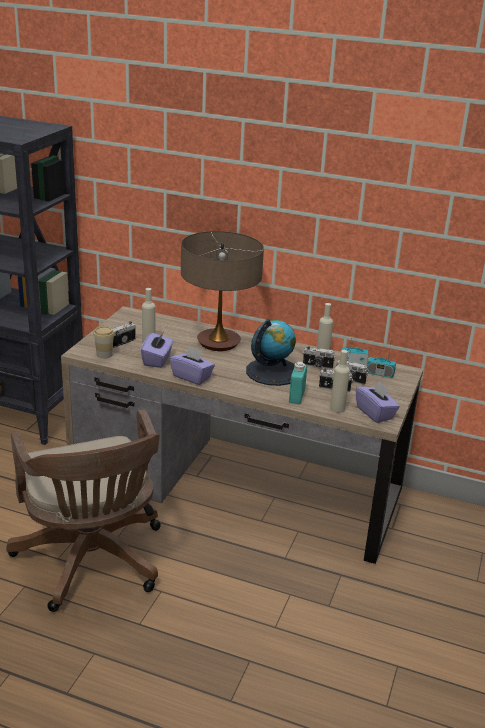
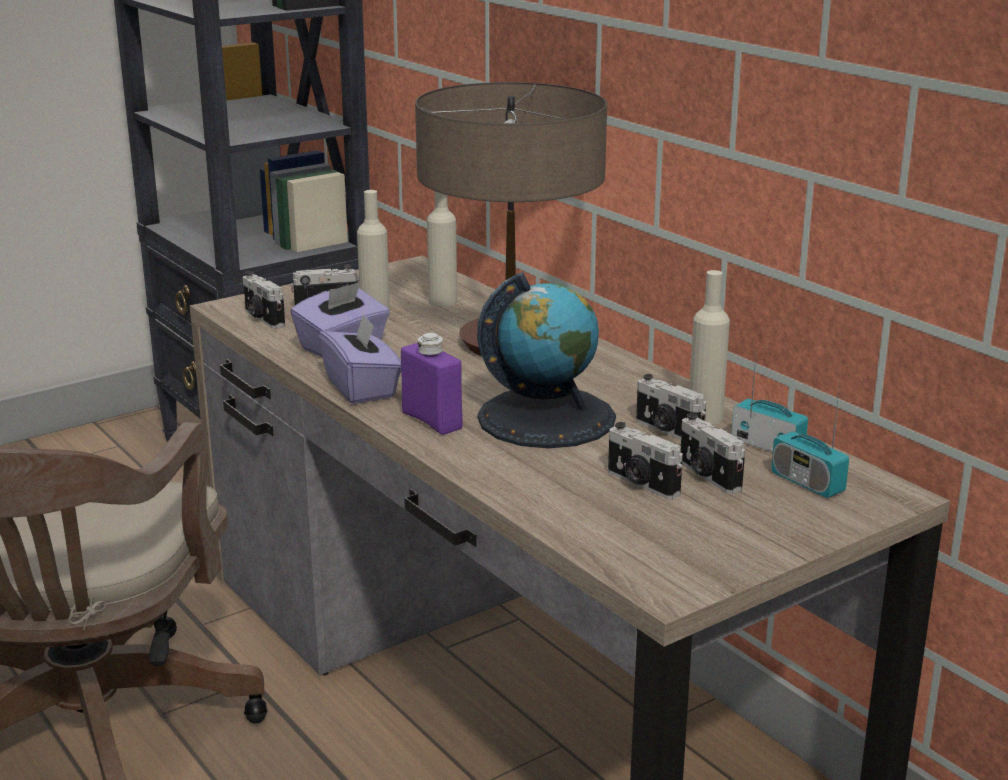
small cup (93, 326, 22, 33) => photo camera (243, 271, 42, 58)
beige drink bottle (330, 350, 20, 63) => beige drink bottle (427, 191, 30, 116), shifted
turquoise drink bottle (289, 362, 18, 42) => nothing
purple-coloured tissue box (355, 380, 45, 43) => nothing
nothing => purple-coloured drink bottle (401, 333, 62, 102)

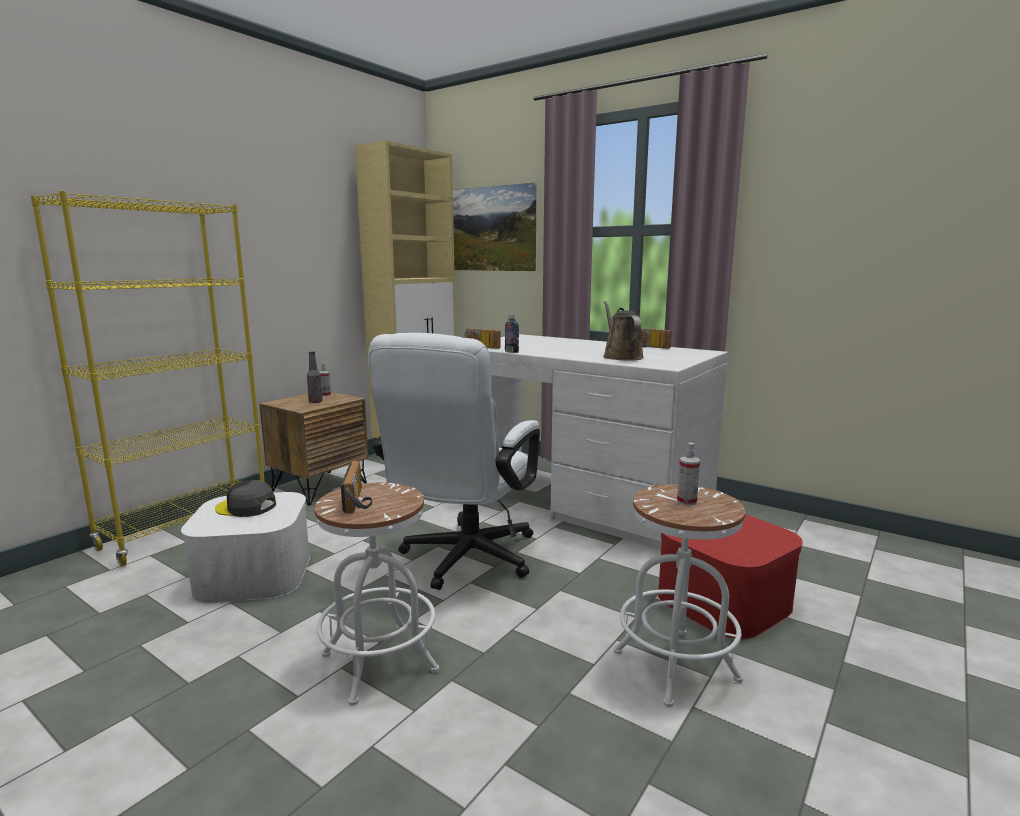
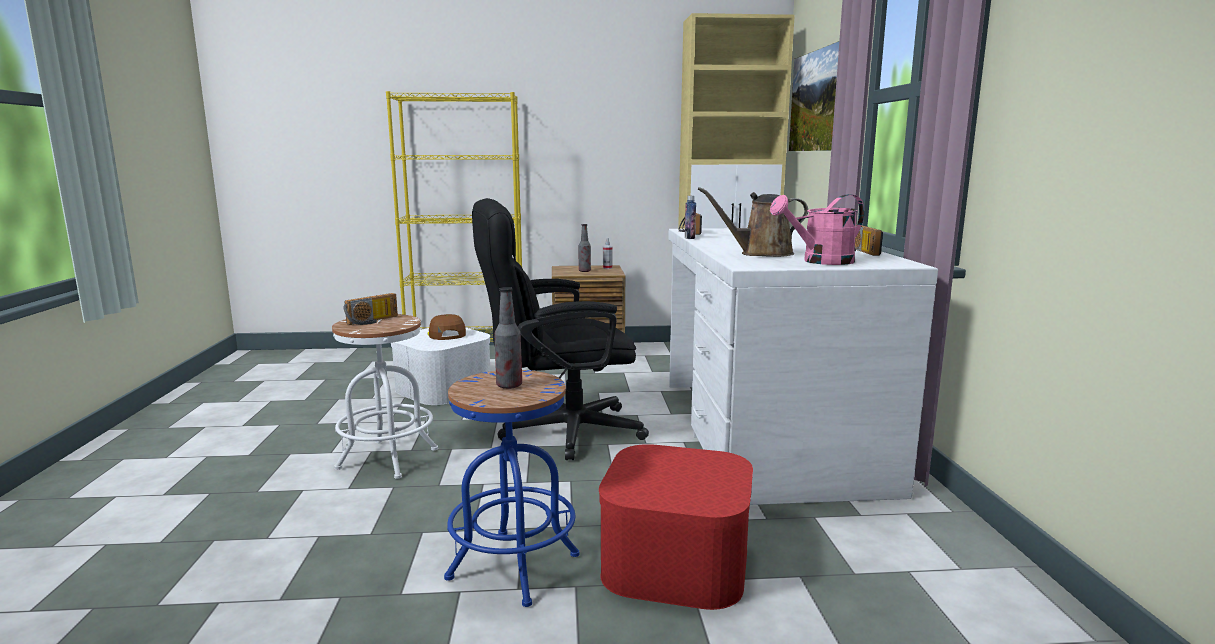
brown-coloured sprinkling can (603, 301, 41, 60) => brown-coloured sprinkling can (698, 187, 110, 70), 135 degrees counterclockwise
white office chair (368, 333, 172, 257) => black-coloured office chair (472, 198, 177, 262)
spray bottle (677, 443, 23, 63) => drink bottle (494, 287, 28, 102)
gray baseball cap (215, 480, 61, 37) => brown-coloured baseball cap (427, 314, 39, 26)
white sitting stool (613, 484, 132, 224) => blue-coloured sitting stool (444, 370, 136, 237)
nothing => pinkish sprinkling can (770, 194, 94, 71)

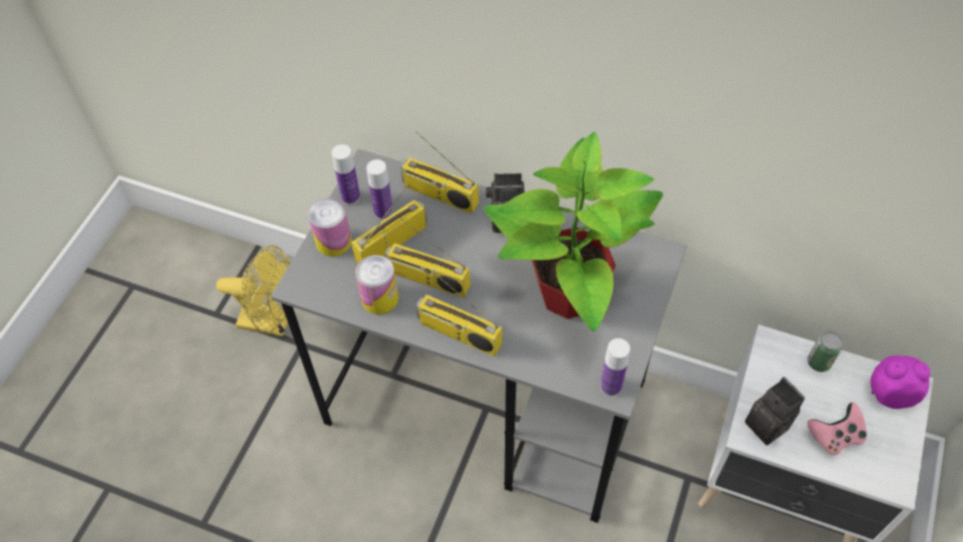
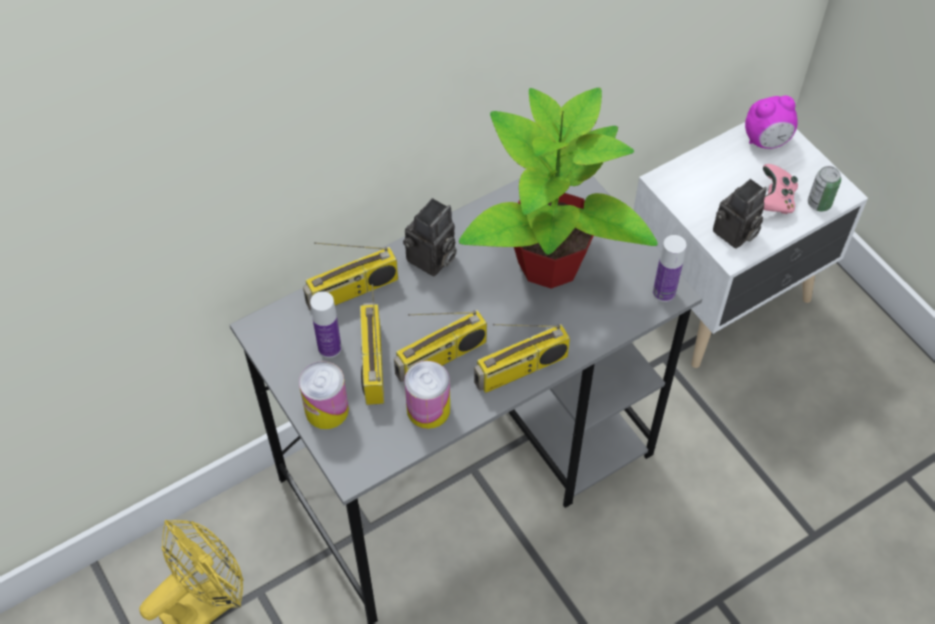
drink bottle (332, 144, 28, 61) => nothing
sealed can (807, 331, 36, 41) => sealed can (808, 166, 33, 45), shifted
bedside clock (871, 355, 60, 54) => bedside clock (745, 95, 52, 54), 150 degrees counterclockwise
photo camera (745, 377, 60, 68) => photo camera (713, 179, 54, 69), 135 degrees clockwise

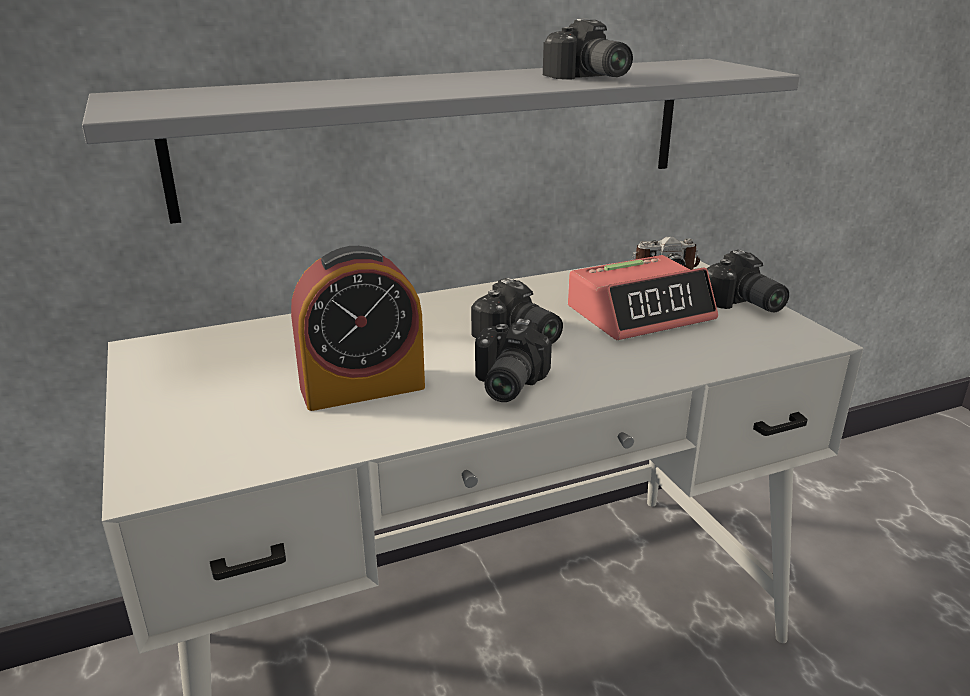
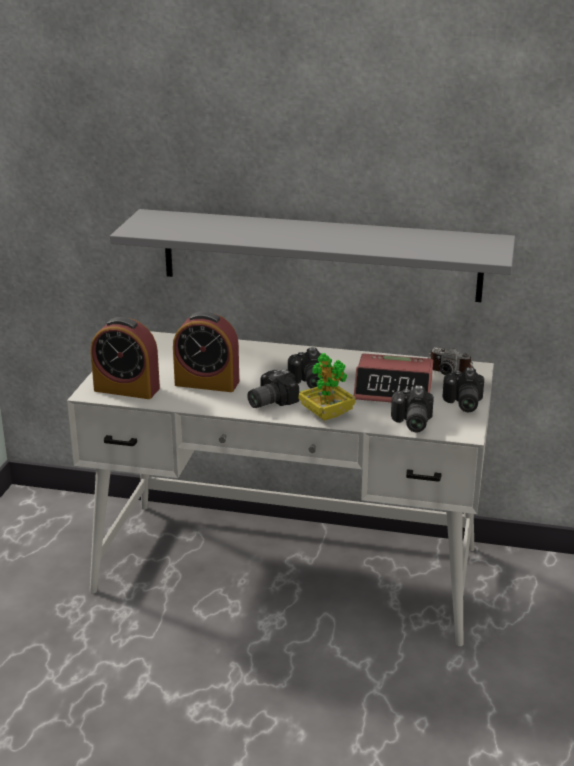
photo camera (543, 18, 90, 62) => photo camera (391, 385, 43, 47), shifted
nothing => bedside clock (91, 317, 69, 82)
nothing => houseplant (299, 353, 57, 68)

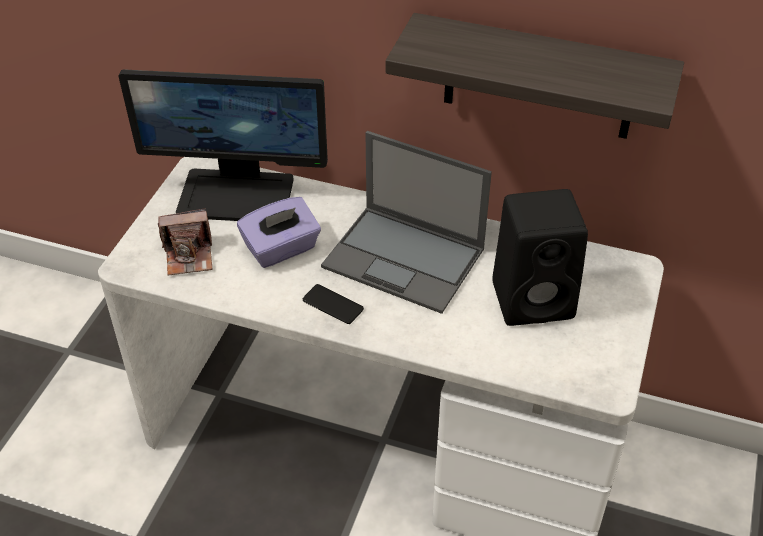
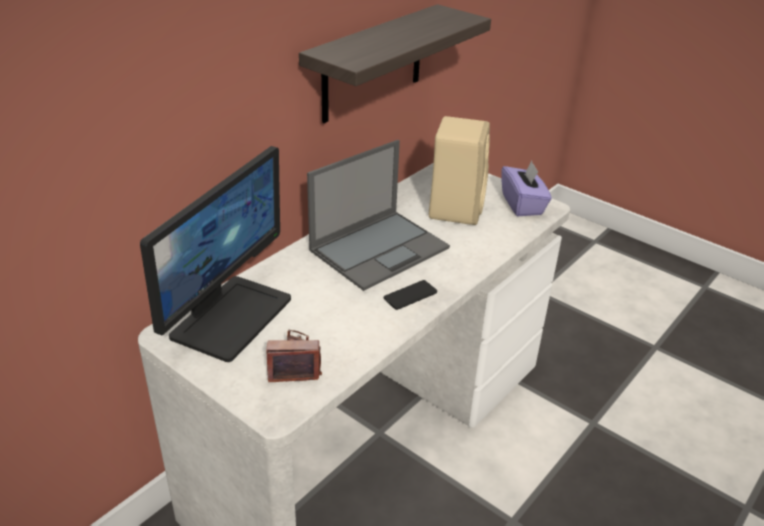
black-coloured loudspeaker (492, 189, 96, 137) => beige loudspeaker (429, 116, 61, 109)
purple-coloured tissue box (237, 197, 84, 71) => purple-coloured tissue box (502, 161, 50, 55), shifted
photo camera (158, 209, 54, 66) => photo camera (266, 330, 56, 52), 105 degrees counterclockwise

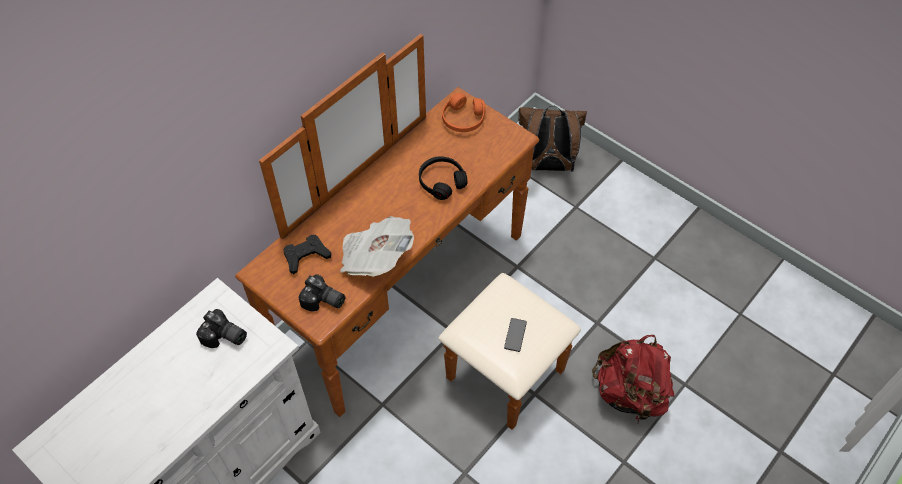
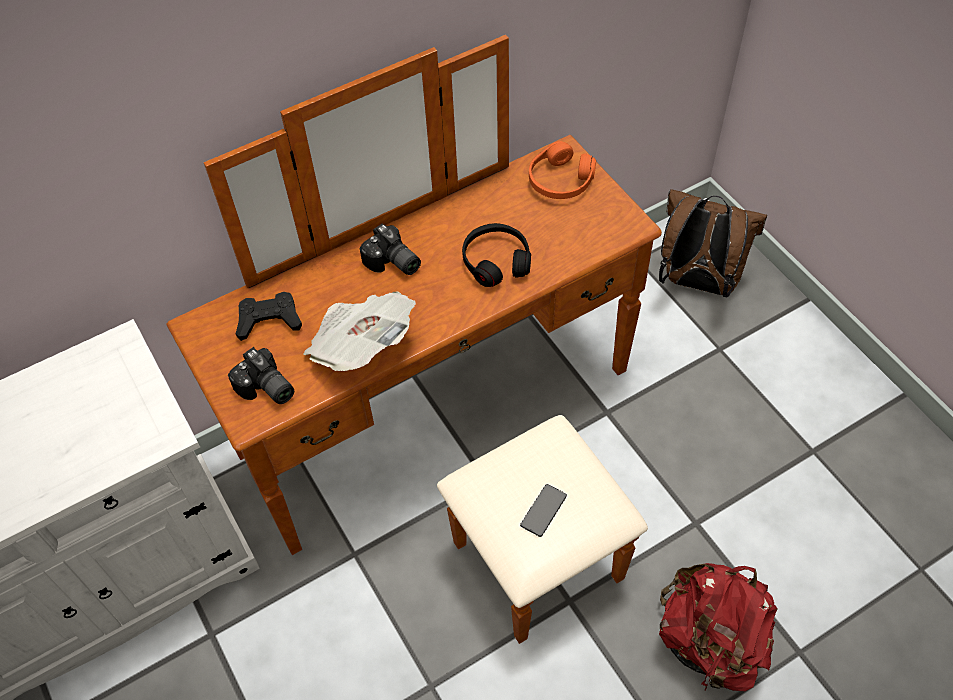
photo camera (196, 309, 51, 39) => photo camera (360, 223, 61, 52), shifted

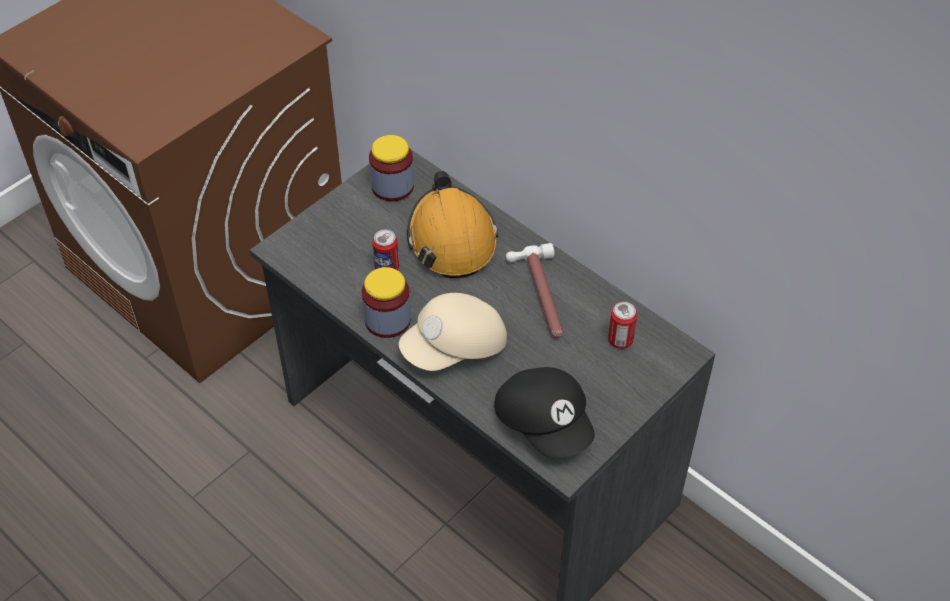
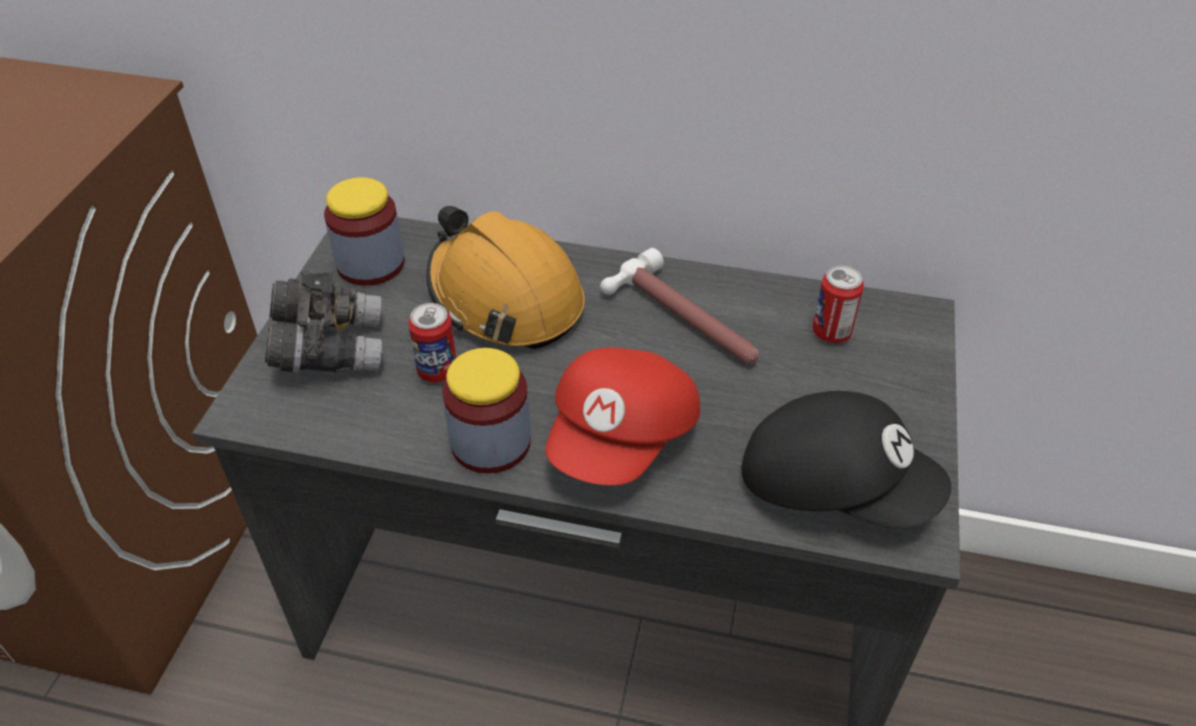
beige baseball cap (399, 293, 108, 78) => red-coloured baseball cap (545, 347, 155, 138)
nothing => gray binoculars (265, 270, 117, 103)

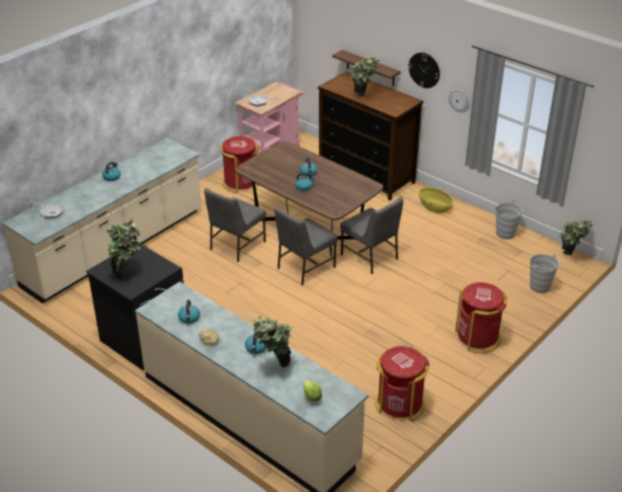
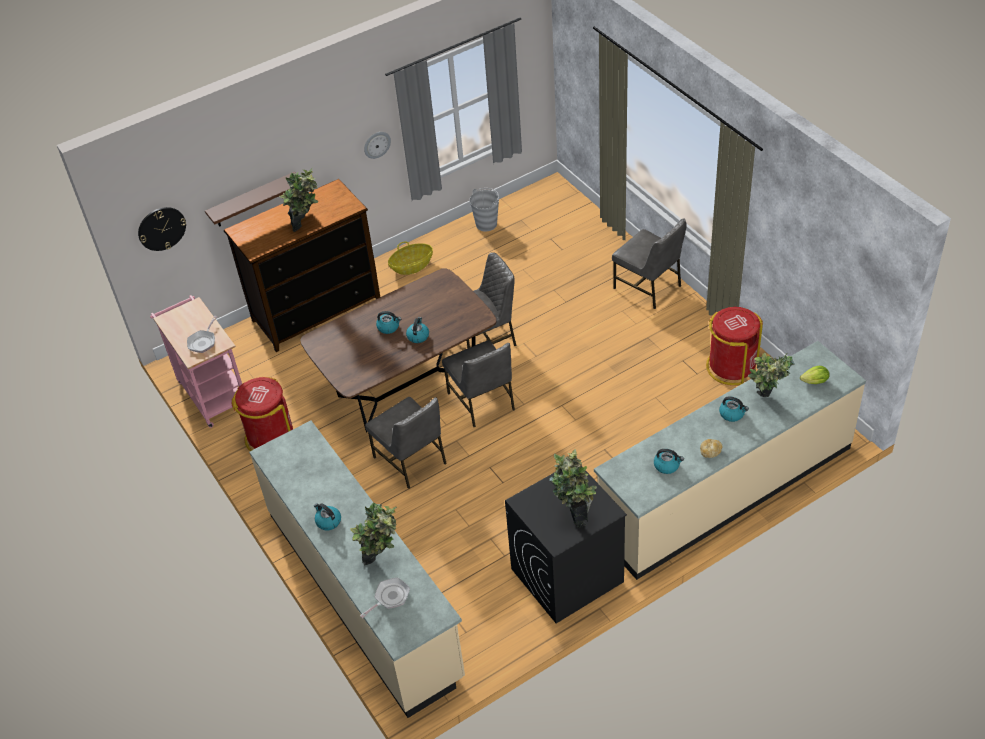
clock on the wall (408, 52, 32, 36) => clock on the wall (138, 207, 48, 44), shifted
houseplant (560, 220, 33, 35) => houseplant (350, 502, 47, 63), shifted
gray pail (530, 254, 29, 39) => nothing
red-coloured waste bin (455, 282, 52, 71) => gray plain chair (612, 218, 75, 91)

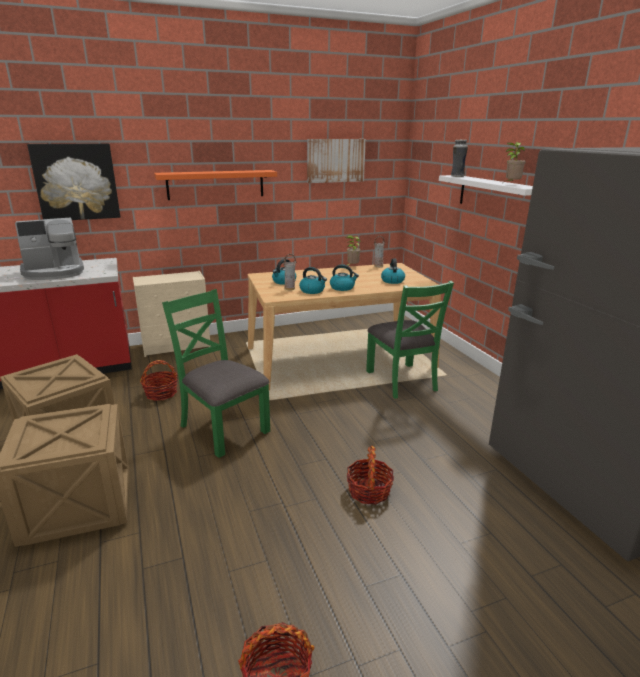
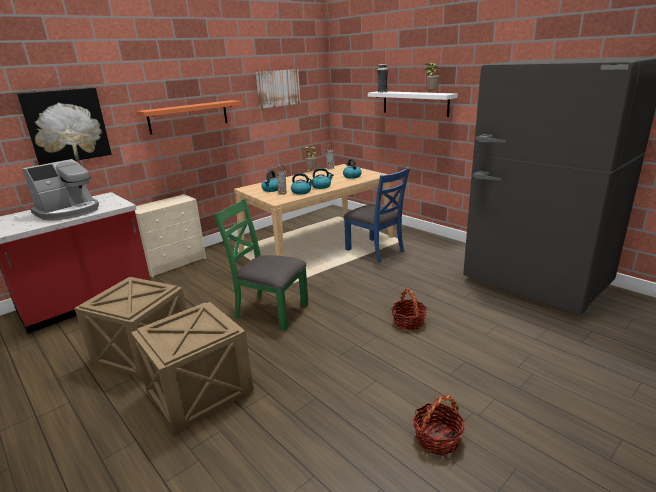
greenish plain chair (366, 281, 88, 118) => blue-coloured plain chair (344, 167, 66, 96)
household basket (140, 360, 38, 41) => nothing

